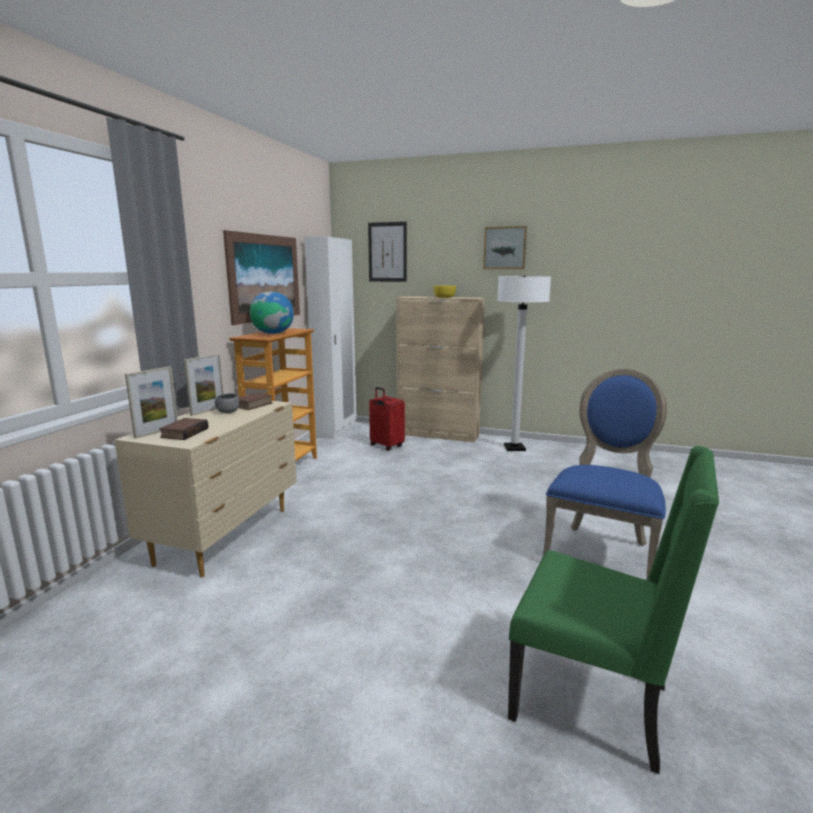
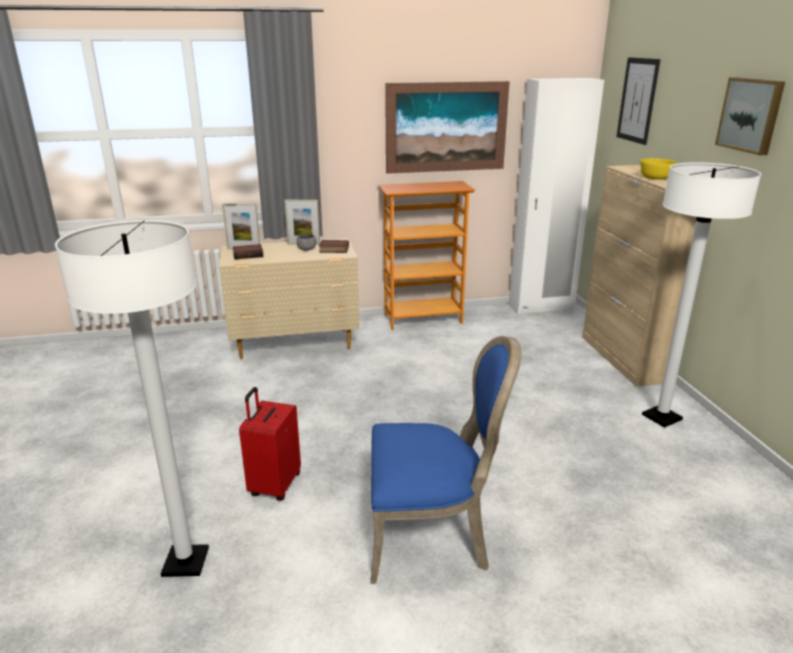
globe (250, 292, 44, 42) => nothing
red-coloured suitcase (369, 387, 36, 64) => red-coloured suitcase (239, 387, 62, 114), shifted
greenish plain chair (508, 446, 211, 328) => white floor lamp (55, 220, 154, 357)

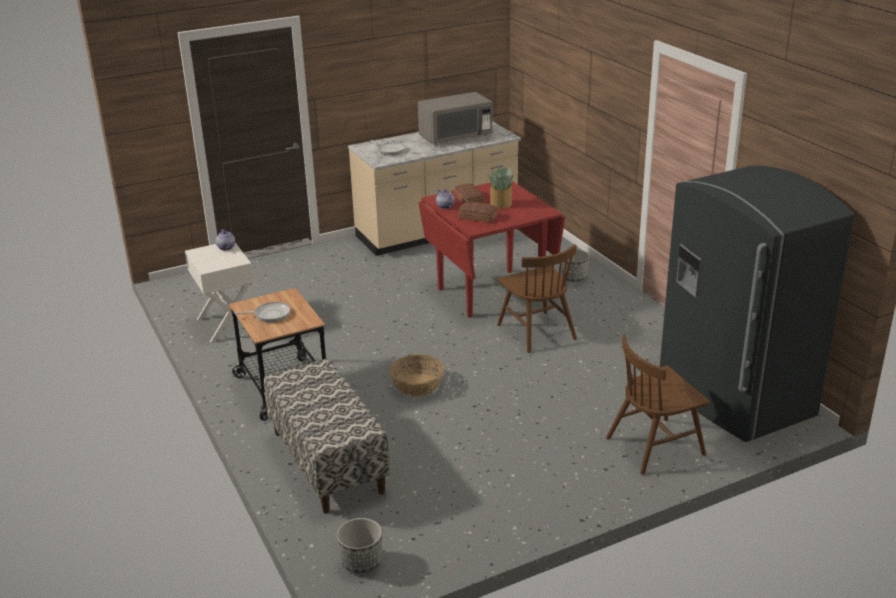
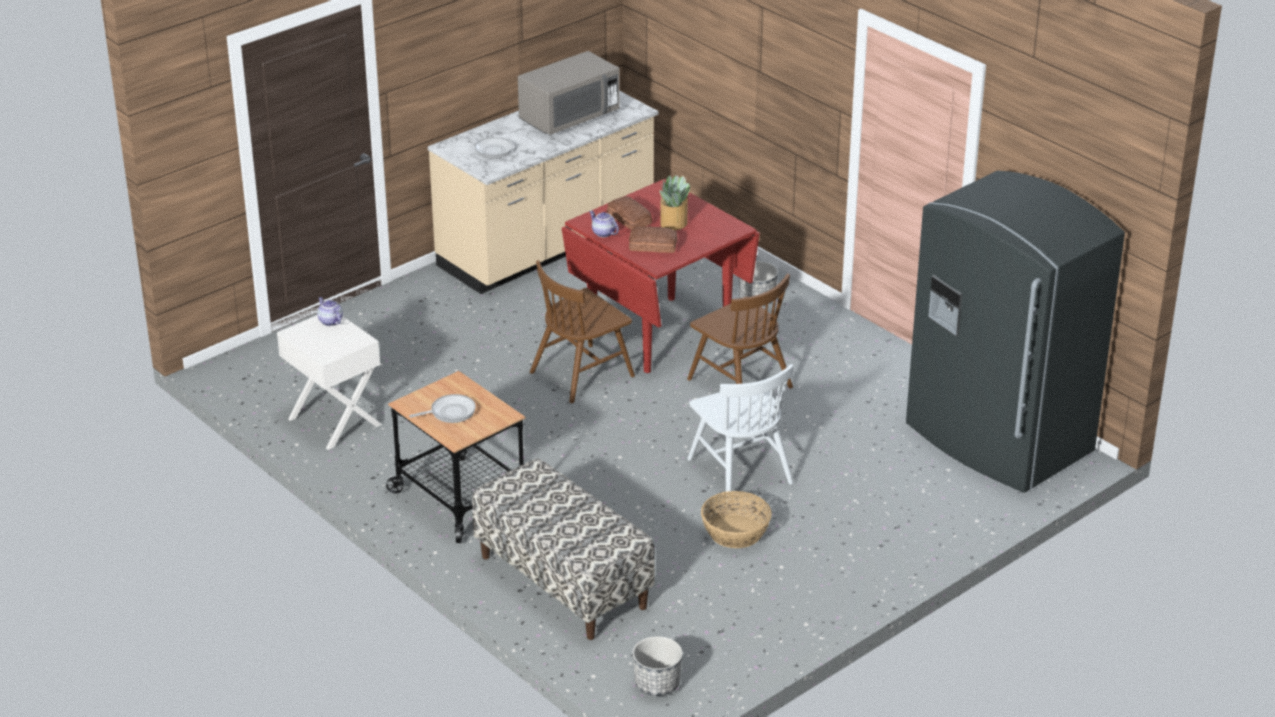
brown-coloured plain chair (606, 334, 104, 141) => brown-coloured plain chair (530, 260, 105, 143), shifted
household basket (389, 354, 55, 43) => household basket (701, 491, 71, 57), shifted
nothing => white plain chair (687, 364, 107, 139)

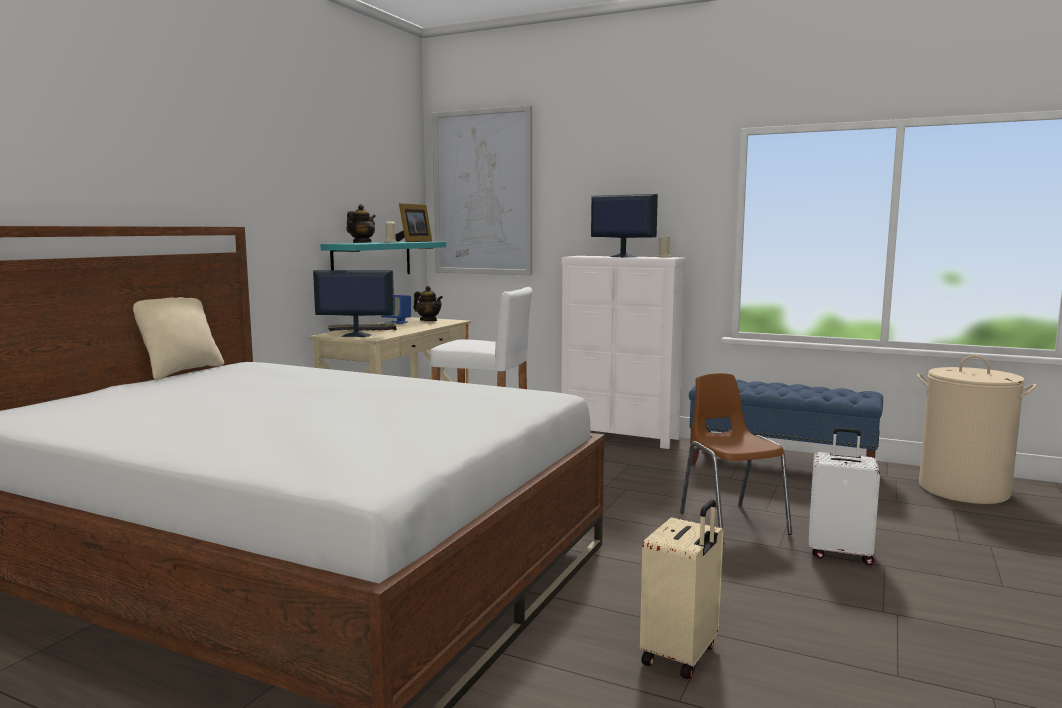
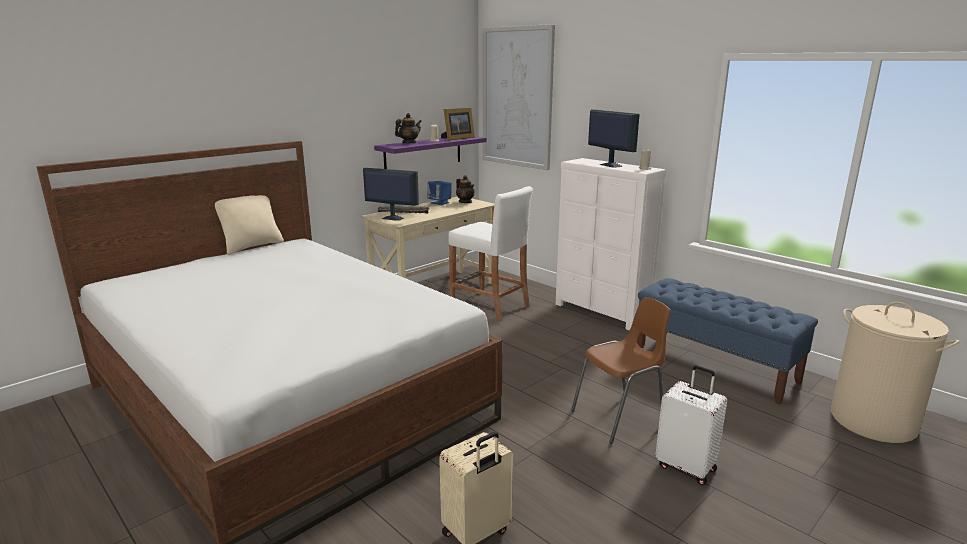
turquoise shelf (320, 242, 126, 32) => purple-coloured shelf (374, 136, 112, 33)
brown-coloured plain chair (680, 373, 112, 172) => brown-coloured plain chair (571, 297, 100, 147), 60 degrees clockwise

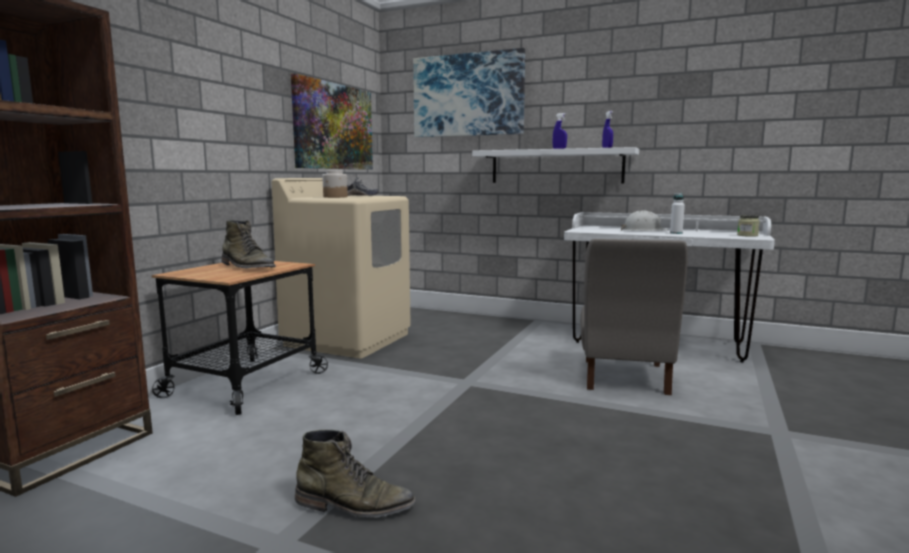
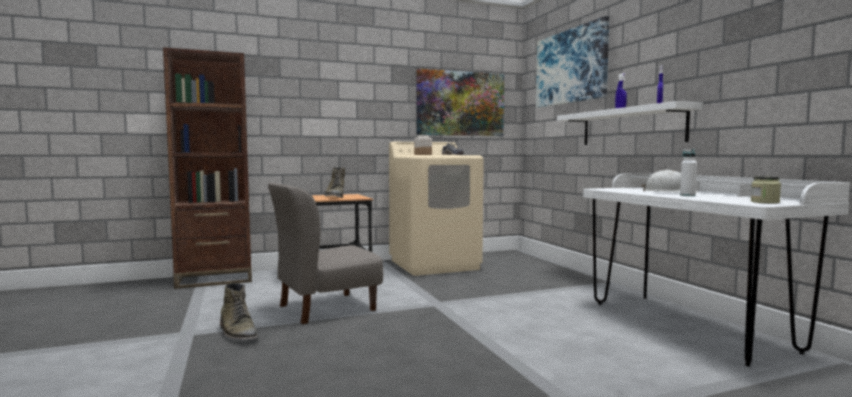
gray plain chair (580, 239, 108, 156) => gray plain chair (268, 183, 115, 141), shifted

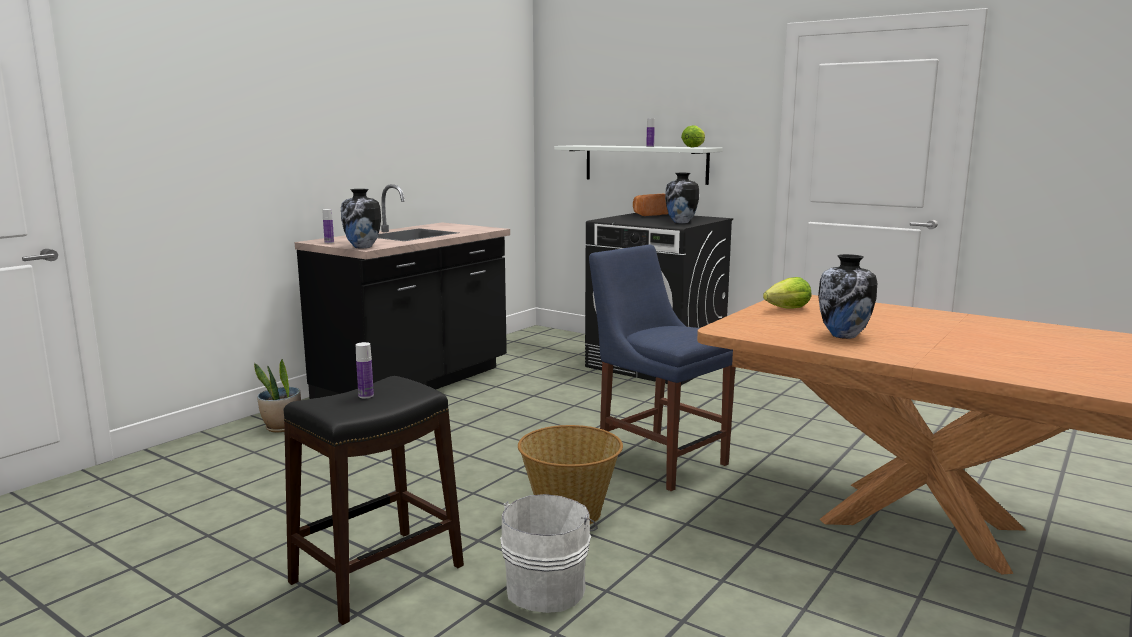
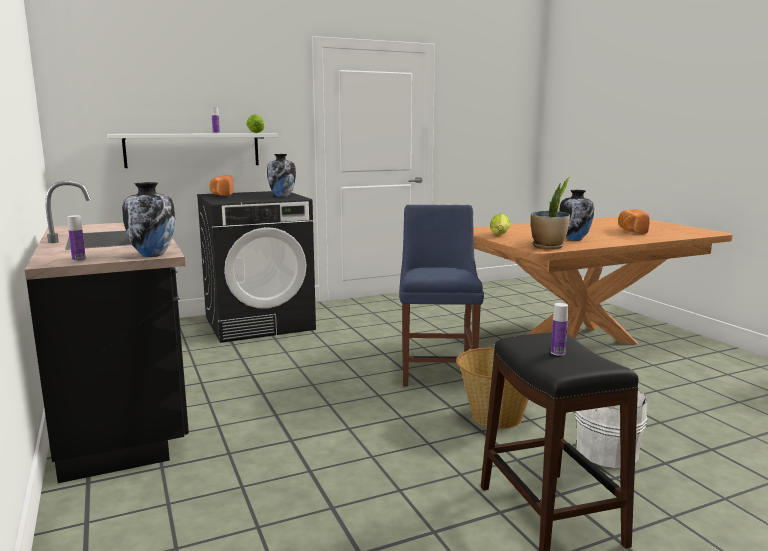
blue-coloured plain chair (589, 245, 146, 246) => blue-coloured plain chair (399, 205, 85, 181), 105 degrees clockwise
houseplant (254, 359, 47, 74) => houseplant (531, 177, 39, 72), shifted
nothing => baked bread (618, 209, 32, 25)

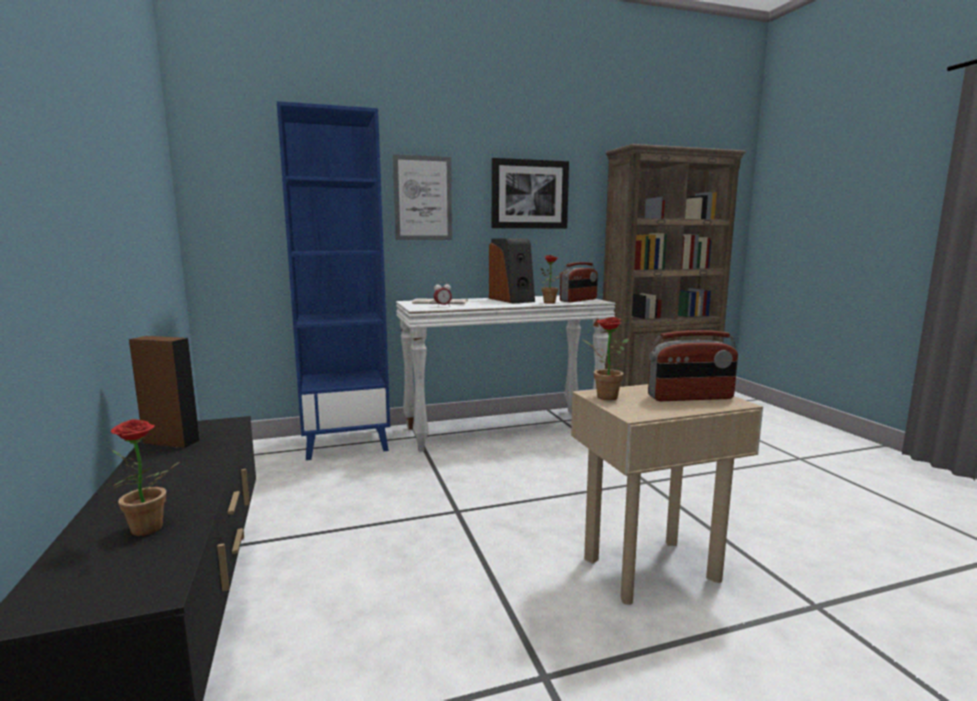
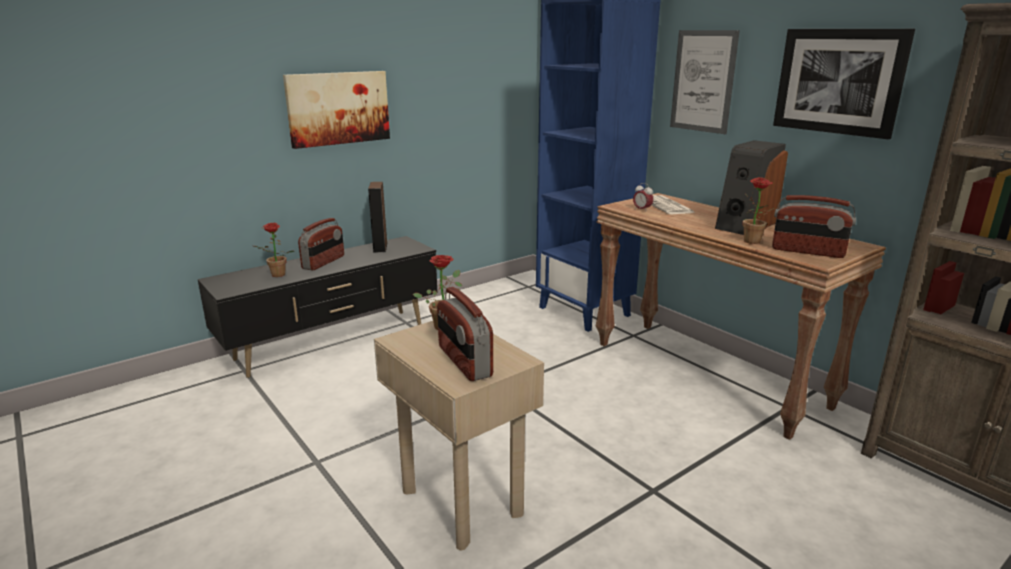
white narrow table (396, 296, 220, 156) => brown-coloured narrow table (596, 193, 290, 247)
nothing => wall art (283, 71, 107, 78)
nothing => radio (298, 218, 46, 53)

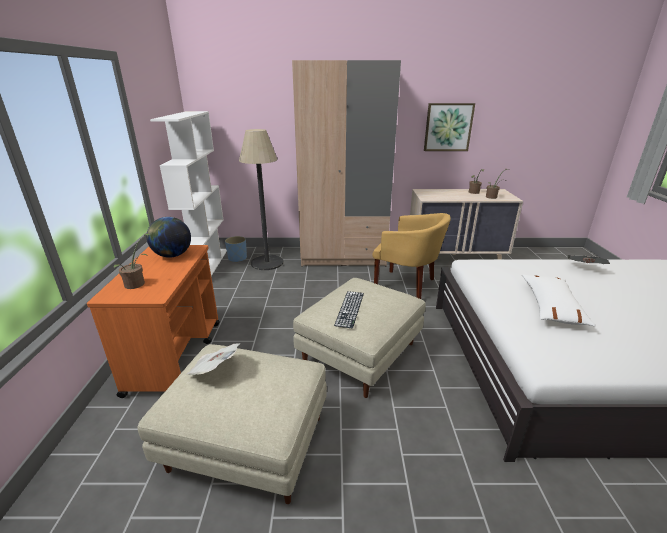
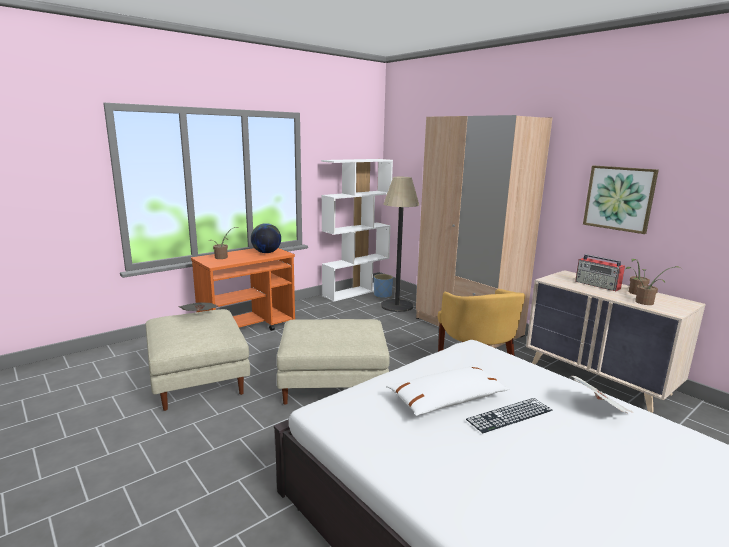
computer keyboard (334, 291, 30, 37) => computer keyboard (466, 398, 86, 35), shifted
nothing => radio (575, 254, 50, 37)

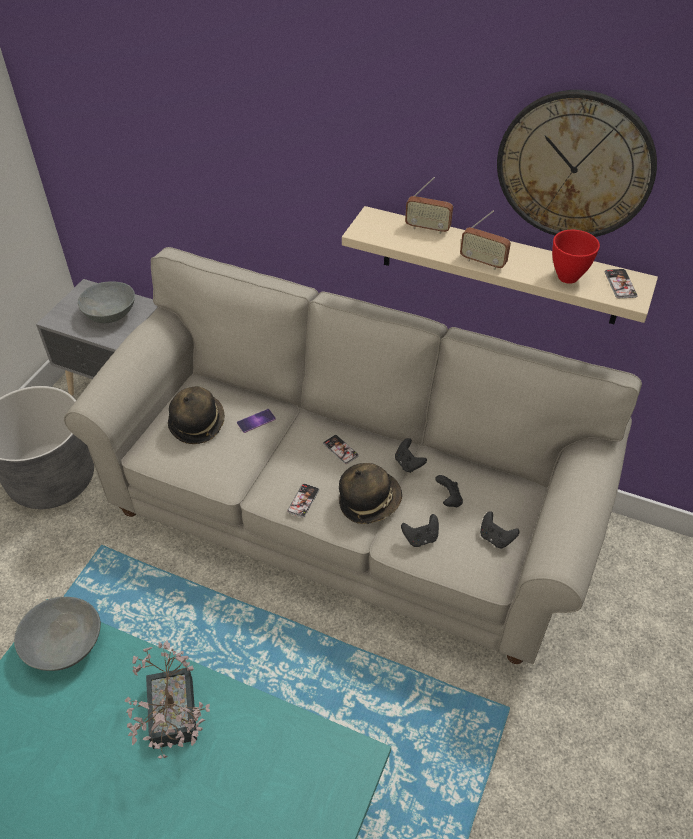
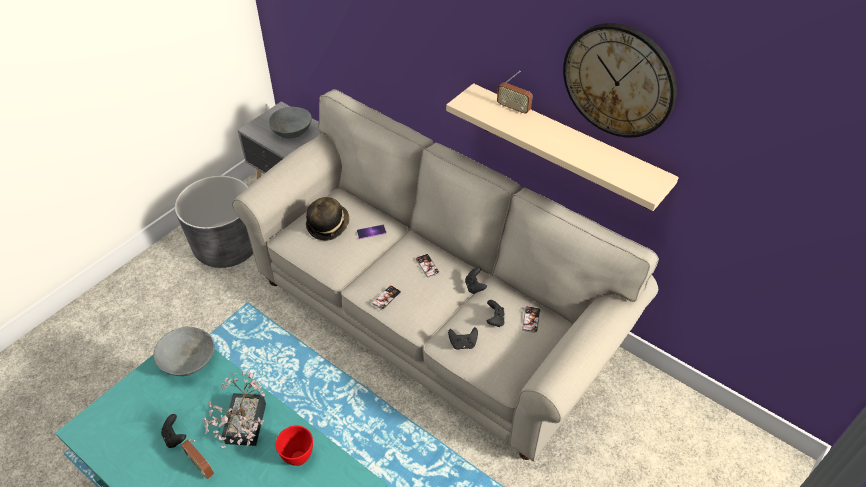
radio (460, 210, 51, 60) => radio (181, 439, 33, 40), shifted
red-coloured serving bowl (552, 230, 48, 54) => red-coloured serving bowl (276, 426, 37, 40), shifted
handset (604, 269, 34, 29) => handset (522, 306, 18, 27), shifted
wearable hat (339, 463, 63, 61) => nothing
black-coloured joypad (480, 511, 40, 37) => black-coloured joypad (161, 414, 25, 34), shifted

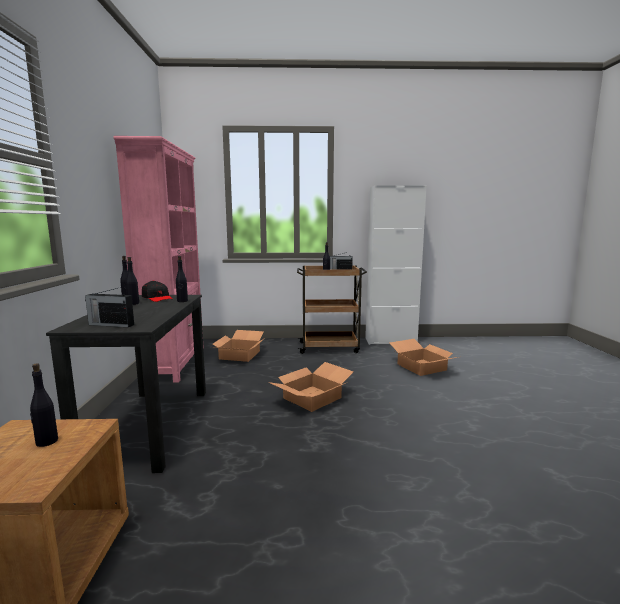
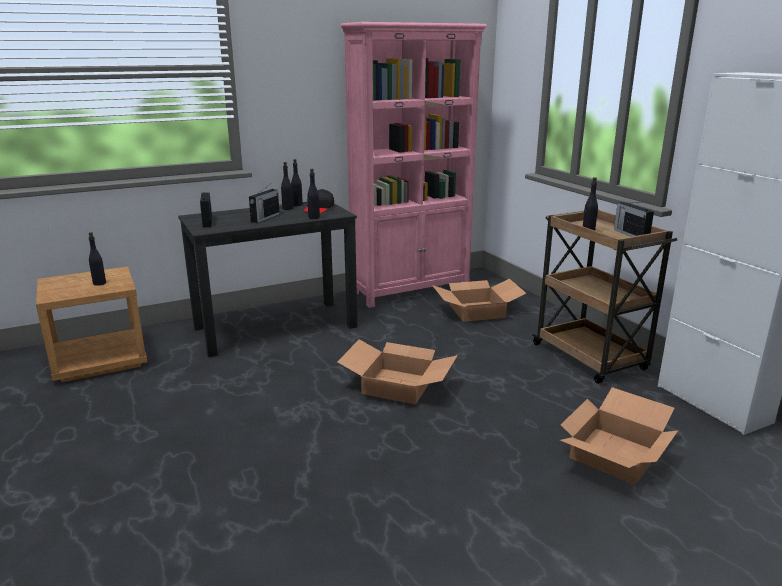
nothing => radio (249, 185, 31, 38)

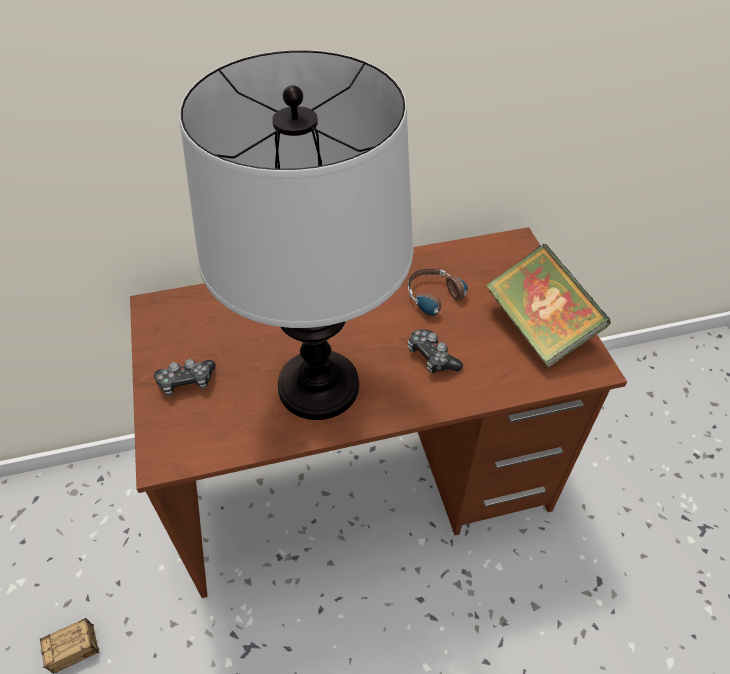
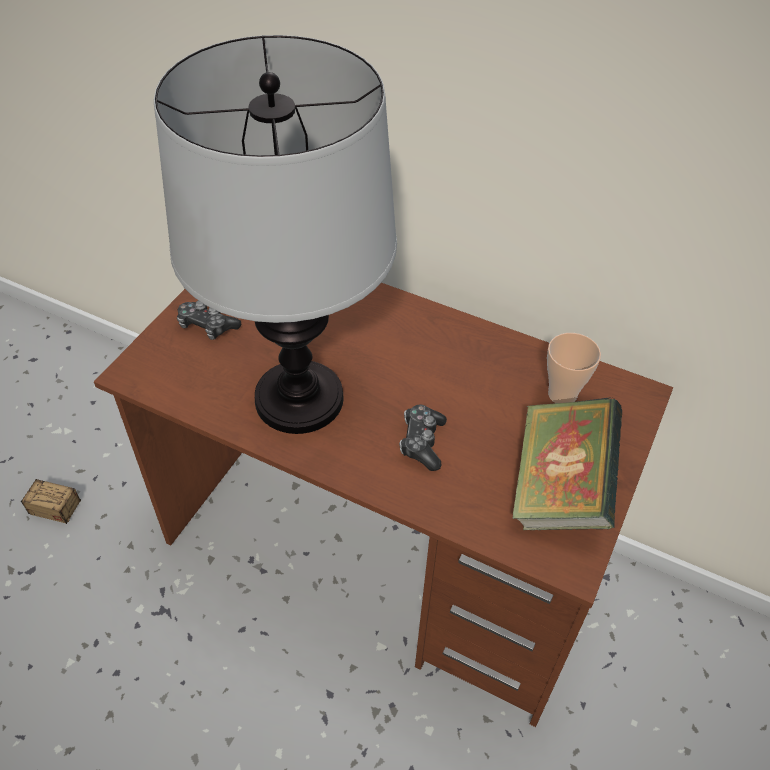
pair of headphones (408, 269, 60, 53) => nothing
nothing => small cup (547, 333, 54, 70)

